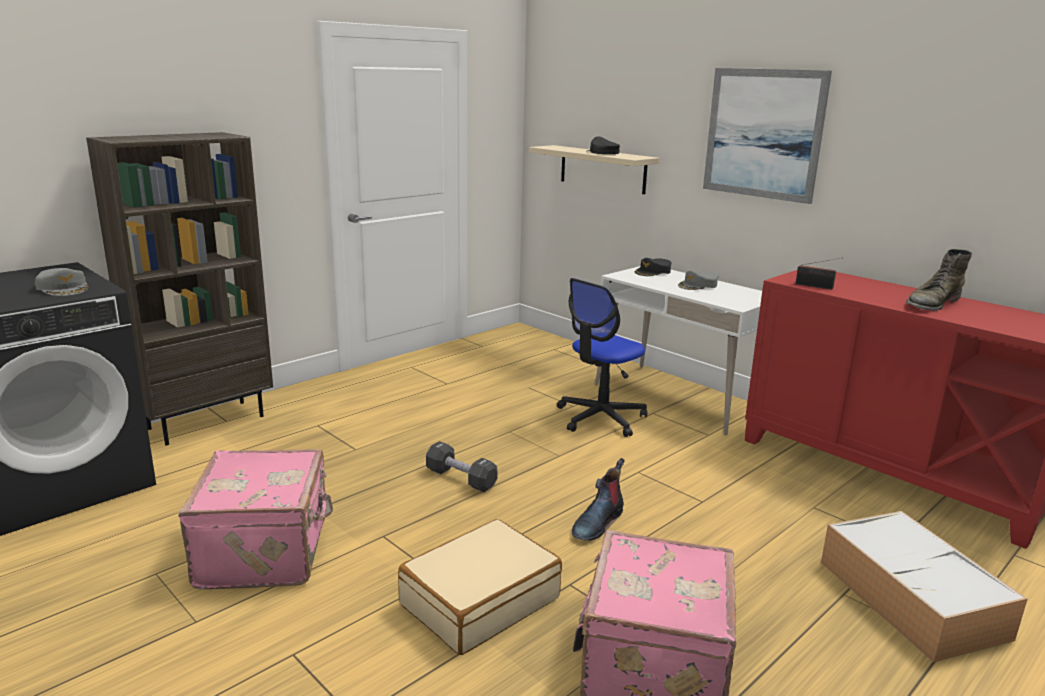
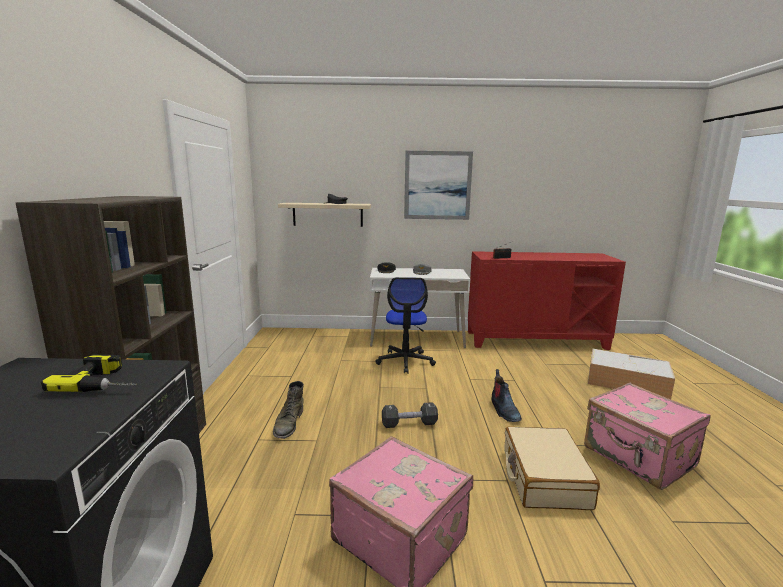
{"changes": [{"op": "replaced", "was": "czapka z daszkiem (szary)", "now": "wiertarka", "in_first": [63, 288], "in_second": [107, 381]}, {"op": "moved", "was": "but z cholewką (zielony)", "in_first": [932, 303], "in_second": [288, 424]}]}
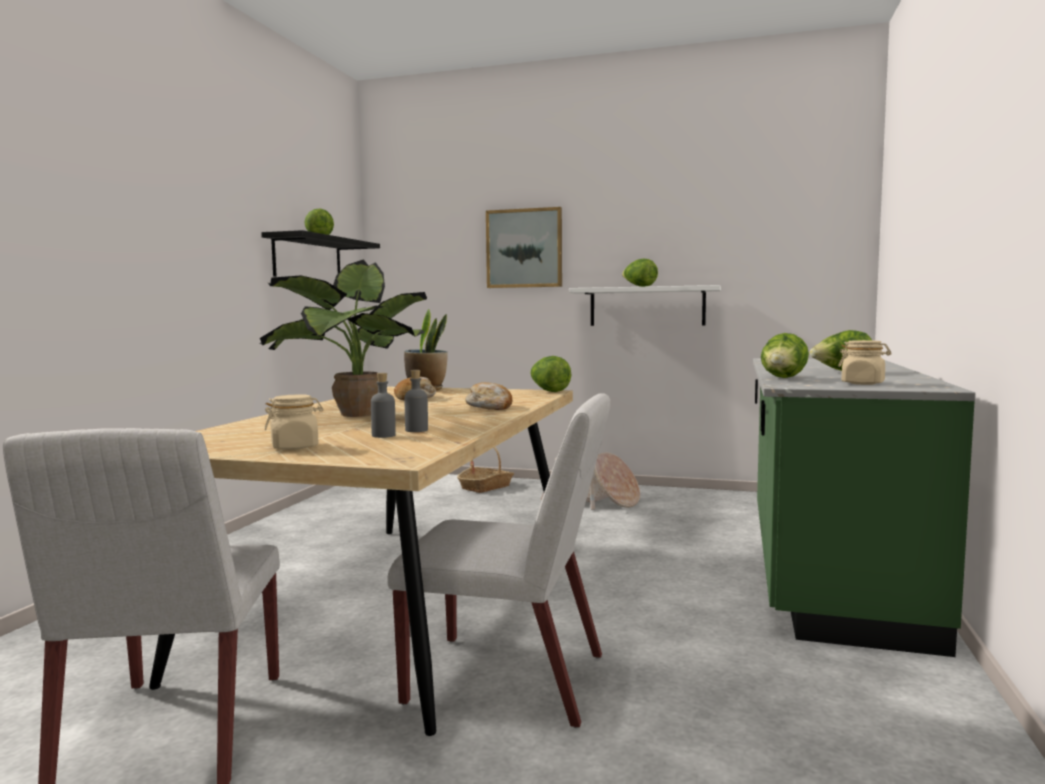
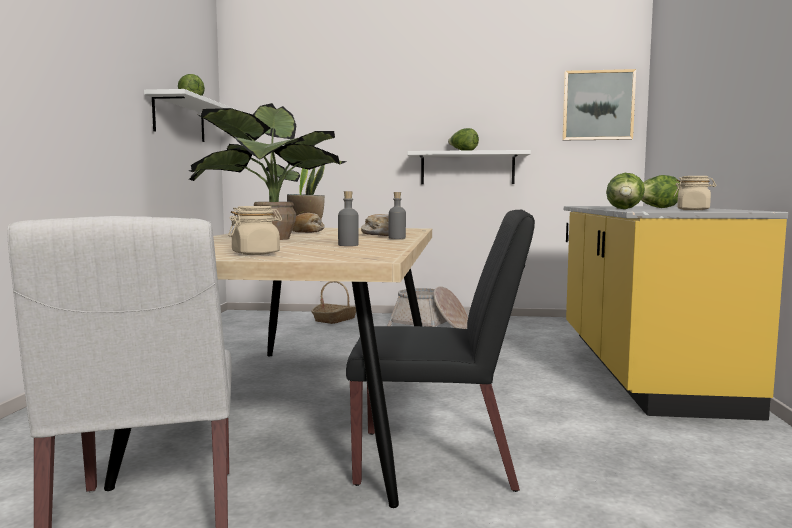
{"changes": [{"op": "recoloured", "was": "półka (czarny)", "now": "półka (biały)", "in_first": [308, 259], "in_second": [179, 119]}, {"op": "moved", "was": "butelka (szary)", "in_first": [383, 435], "in_second": [397, 238]}, {"op": "recoloured", "was": "krzesło (biały)", "now": "krzesło (czarny)", "in_first": [509, 679], "in_second": [438, 459]}, {"op": "moved", "was": "obraz", "in_first": [524, 248], "in_second": [598, 105]}, {"op": "removed", "was": "sałata", "in_first": [549, 391]}, {"op": "recoloured", "was": "zabudowa kuchenna (zielony)", "now": "zabudowa kuchenna (żółty)", "in_first": [827, 570], "in_second": [640, 367]}]}
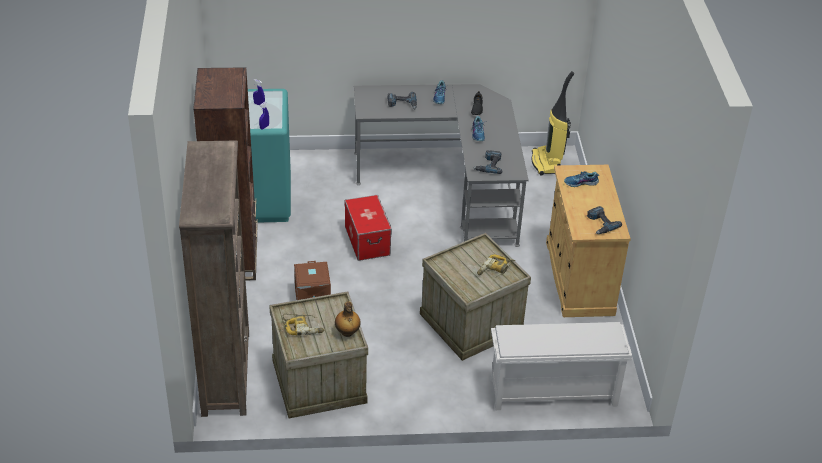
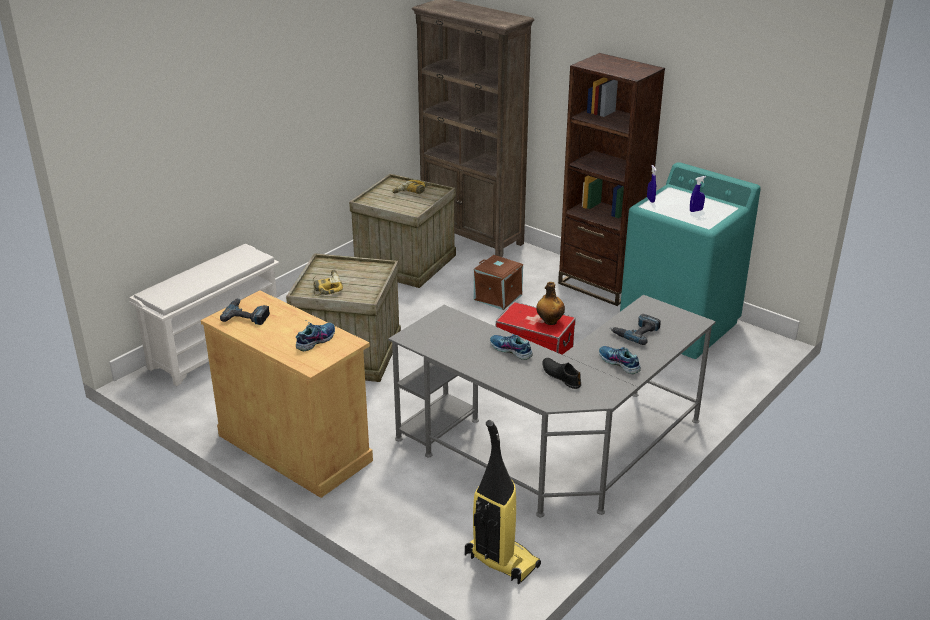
{"changes": [{"op": "moved", "was": "butelka", "in_first": [347, 333], "in_second": [549, 321]}, {"op": "removed", "was": "wiertarka", "in_first": [488, 165]}]}
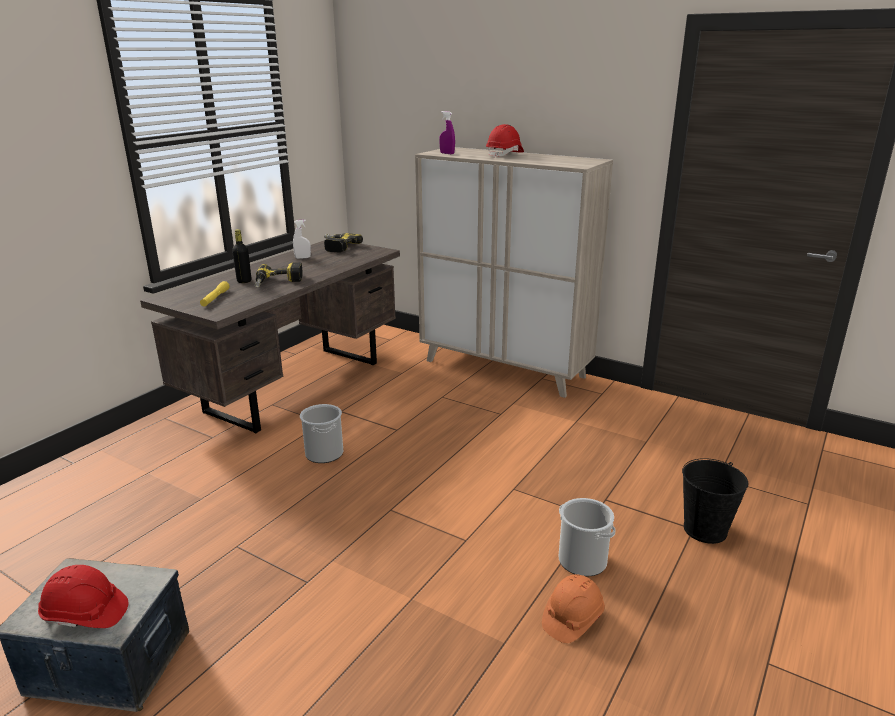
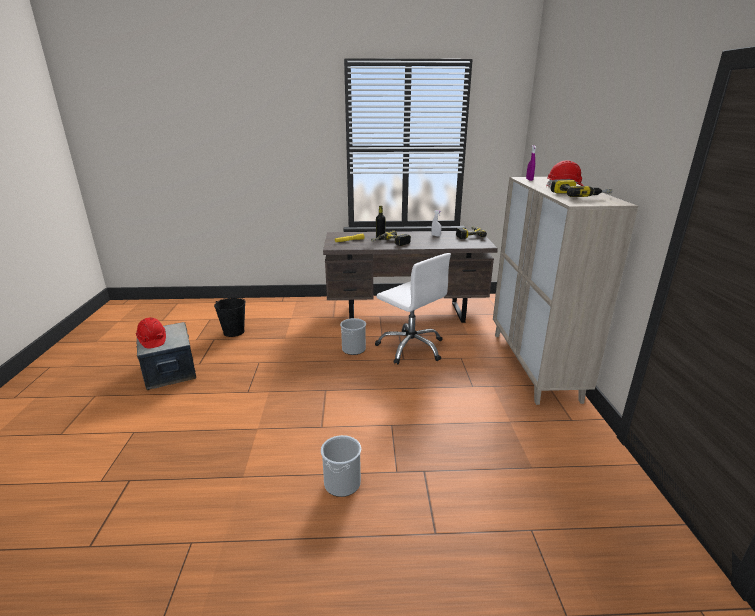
{"changes": [{"op": "removed", "was": "kask (pomarańczowy)", "in_first": [572, 618]}, {"op": "moved", "was": "wiadro (czarny)", "in_first": [705, 530], "in_second": [234, 332]}, {"op": "added", "now": "krzesło biurowe (biały)", "in_second": [411, 347]}, {"op": "added", "now": "wiertarka", "in_second": [579, 195]}]}
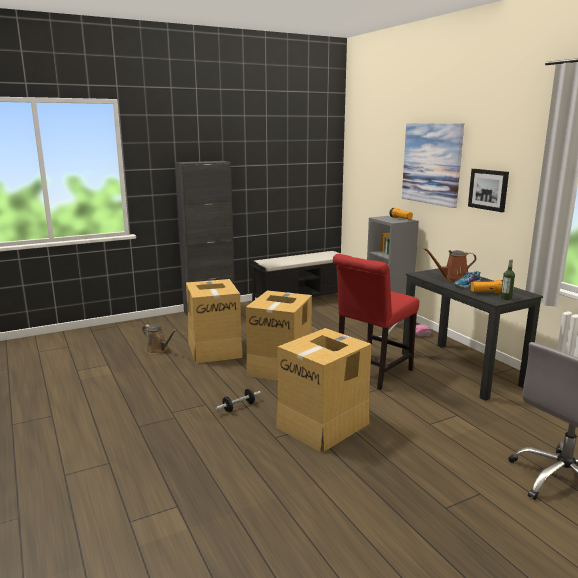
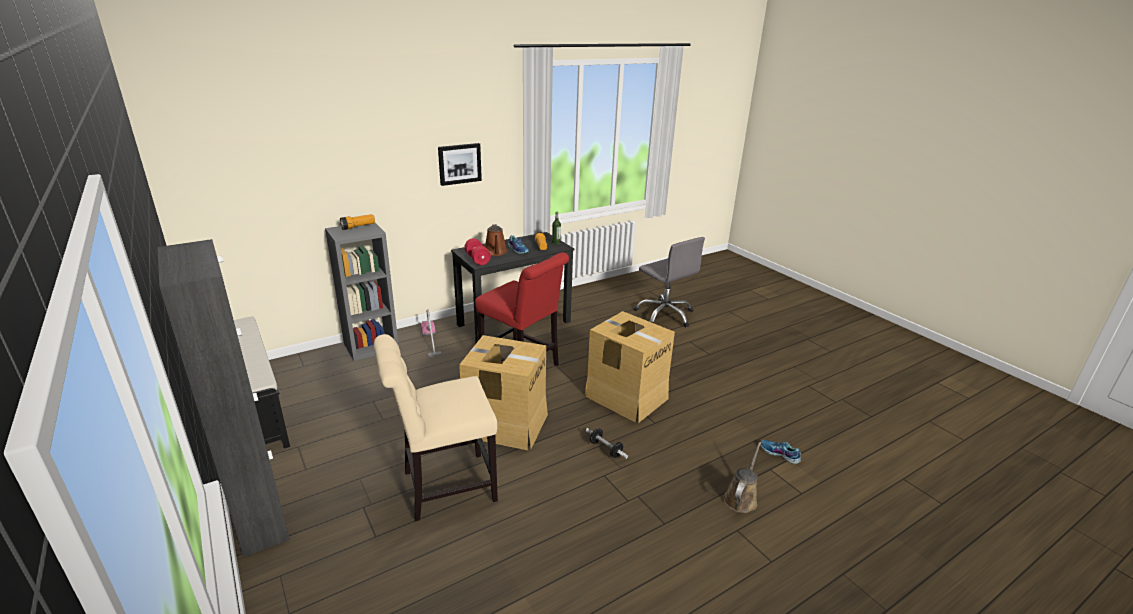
{"changes": [{"op": "moved", "was": "konewka (brązowy)", "in_first": [158, 350], "in_second": [741, 498]}, {"op": "replaced", "was": "karton", "now": "krzesło (beżowy)", "in_first": [215, 349], "in_second": [444, 487]}, {"op": "removed", "was": "obraz", "in_first": [431, 163]}, {"op": "added", "now": "hantel (czerwony)", "in_second": [477, 259]}, {"op": "added", "now": "but", "in_second": [779, 454]}]}
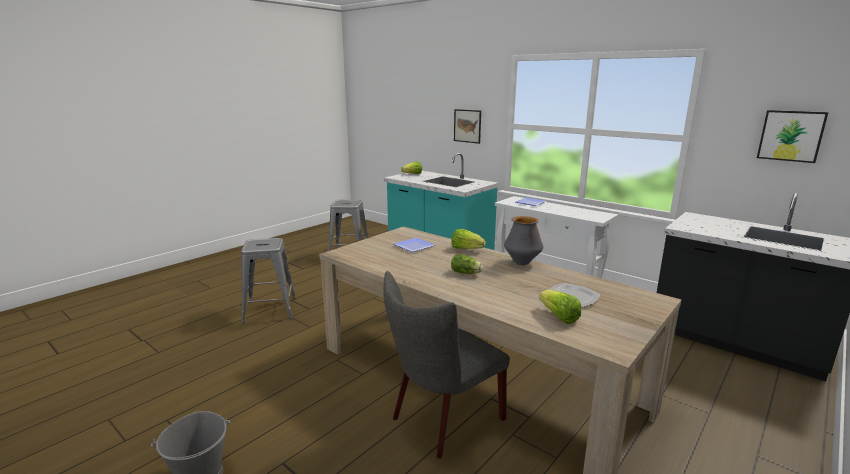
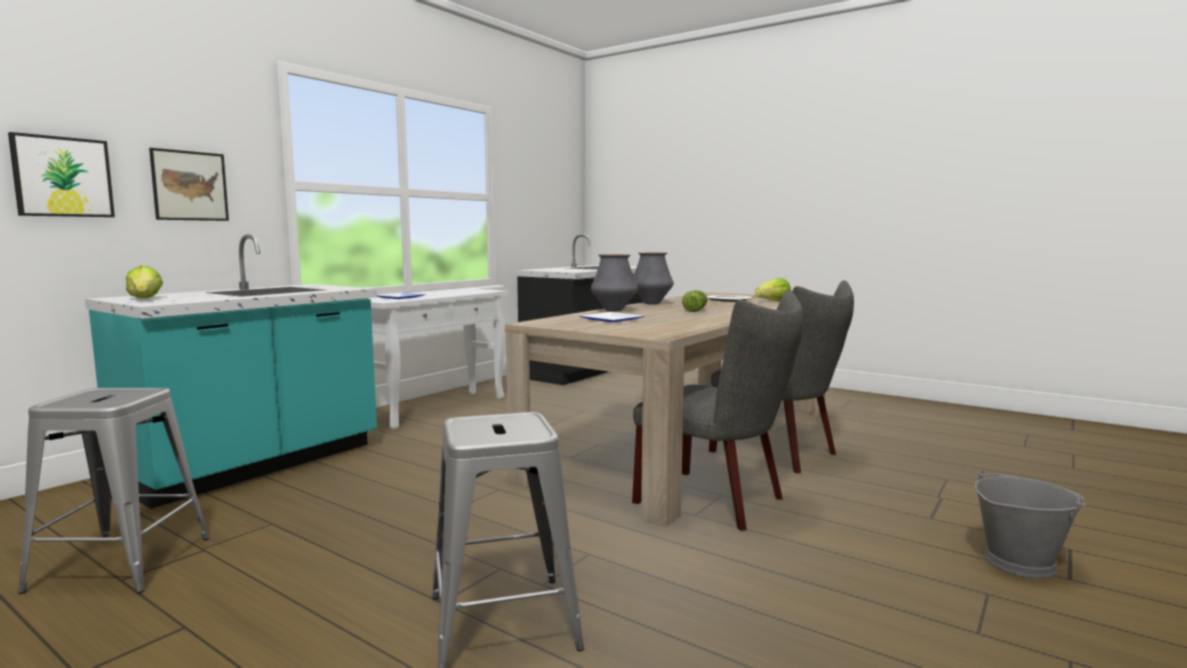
{"changes": [{"op": "replaced", "was": "sałata", "now": "wazon", "in_first": [466, 249], "in_second": [613, 310]}, {"op": "moved", "was": "obraz", "in_first": [791, 135], "in_second": [62, 177]}, {"op": "added", "now": "krzesło (szary)", "in_second": [718, 501]}]}
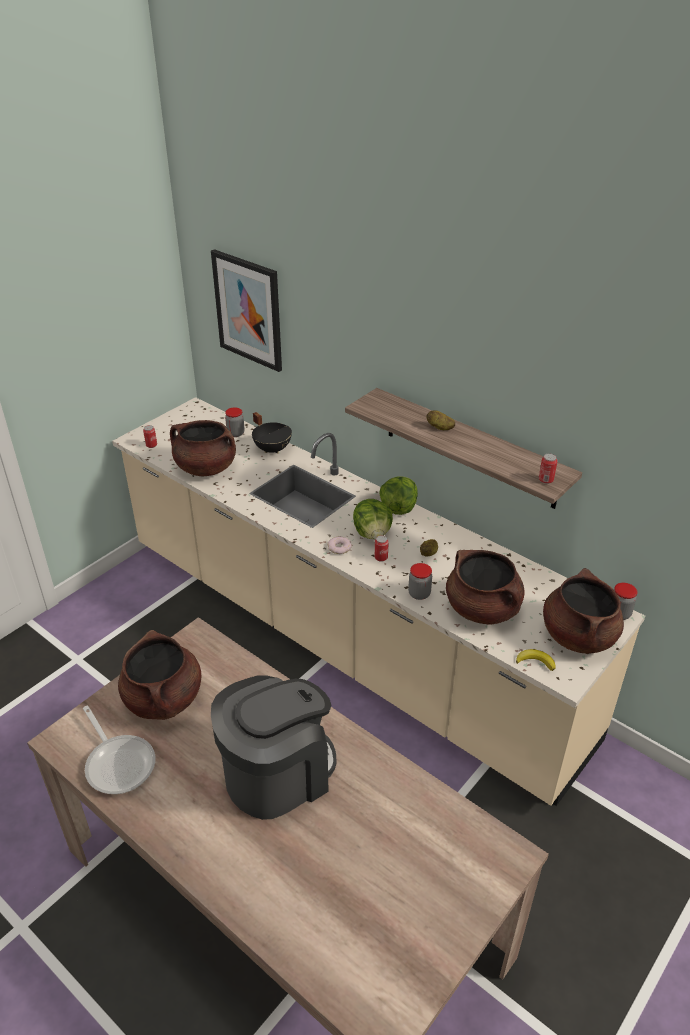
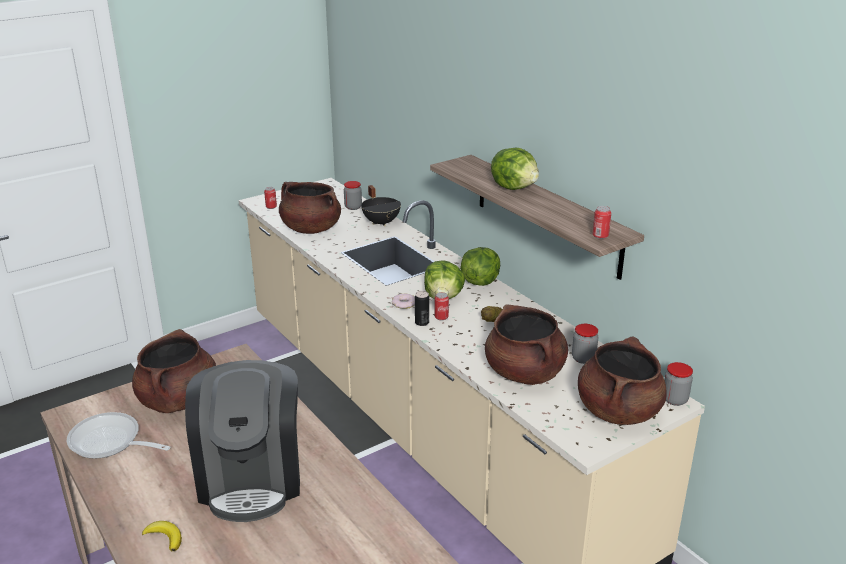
{"changes": [{"op": "turned", "was": "patelnia", "in_first": [119, 763], "in_second": [110, 442], "clockwise": 135}, {"op": "removed", "was": "obraz", "in_first": [248, 310]}, {"op": "turned", "was": "ekspres do kawy", "in_first": [277, 773], "in_second": [251, 478], "clockwise": 105}, {"op": "moved", "was": "słoik", "in_first": [419, 594], "in_second": [583, 358]}, {"op": "replaced", "was": "ziemniak", "now": "sałata", "in_first": [440, 427], "in_second": [514, 187]}, {"op": "moved", "was": "banan", "in_first": [535, 661], "in_second": [165, 537]}, {"op": "added", "now": "puszka", "in_second": [422, 322]}]}
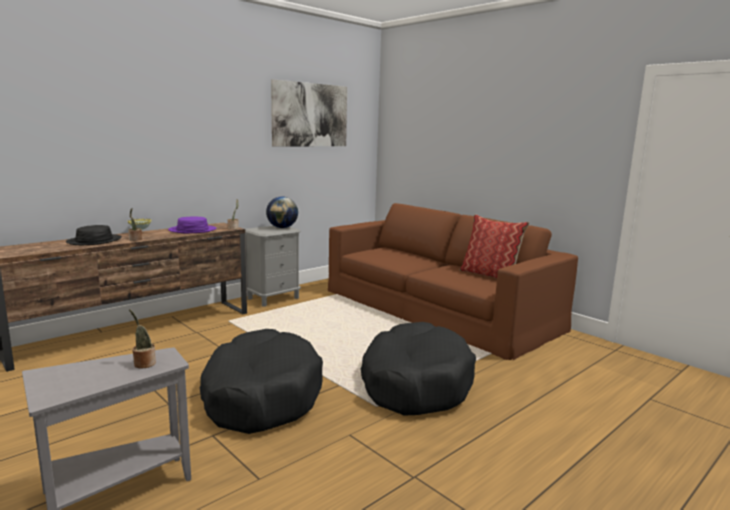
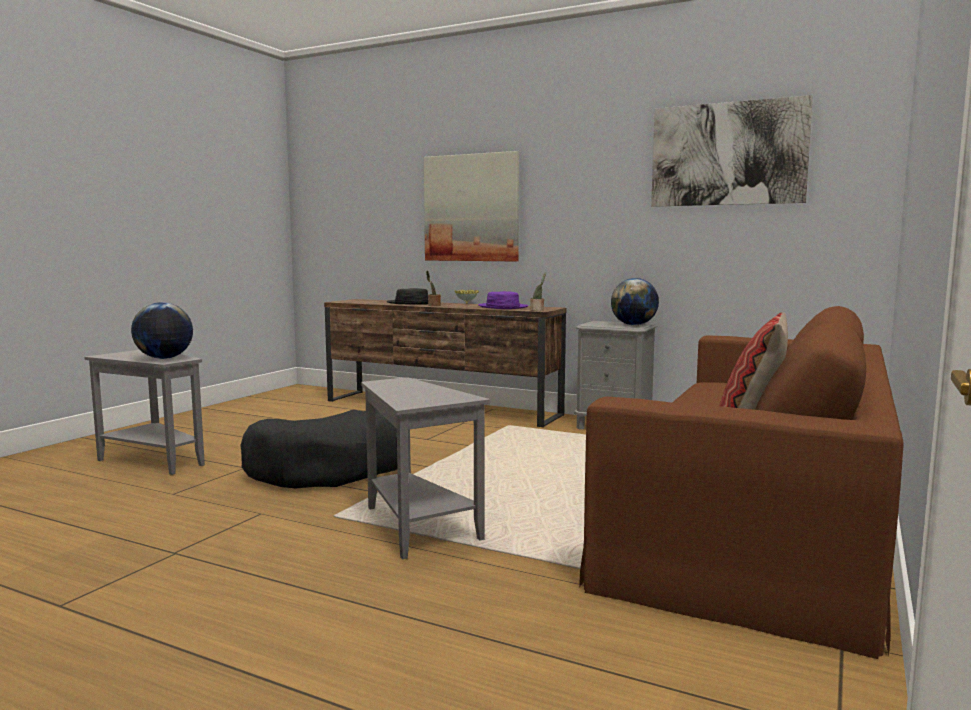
{"changes": [{"op": "replaced", "was": "roślina doniczkowa", "now": "globus", "in_first": [143, 363], "in_second": [164, 358]}, {"op": "replaced", "was": "legowisko (czarny)", "now": "stolik (szary)", "in_first": [415, 383], "in_second": [417, 528]}, {"op": "added", "now": "obraz", "in_second": [471, 208]}]}
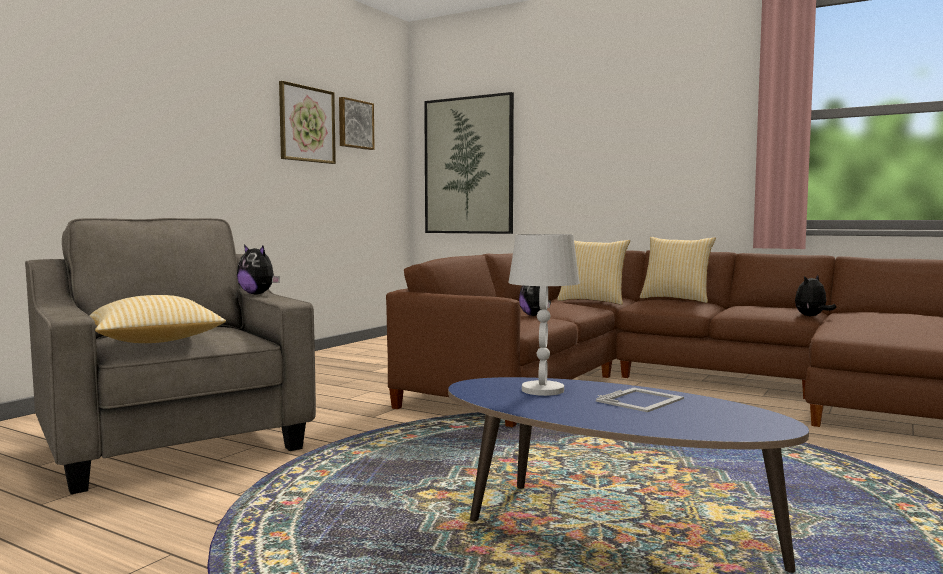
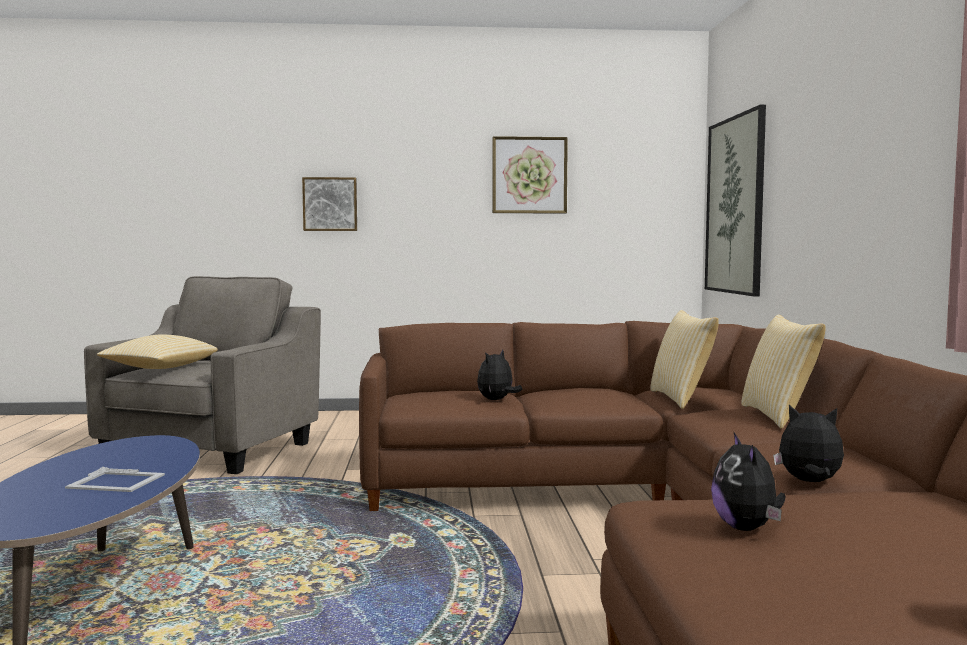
{"changes": [{"op": "moved", "was": "pluszak", "in_first": [258, 294], "in_second": [747, 528]}, {"op": "moved", "was": "obraz", "in_first": [355, 124], "in_second": [330, 204]}, {"op": "removed", "was": "lampa stołowa (biały)", "in_first": [543, 390]}]}
